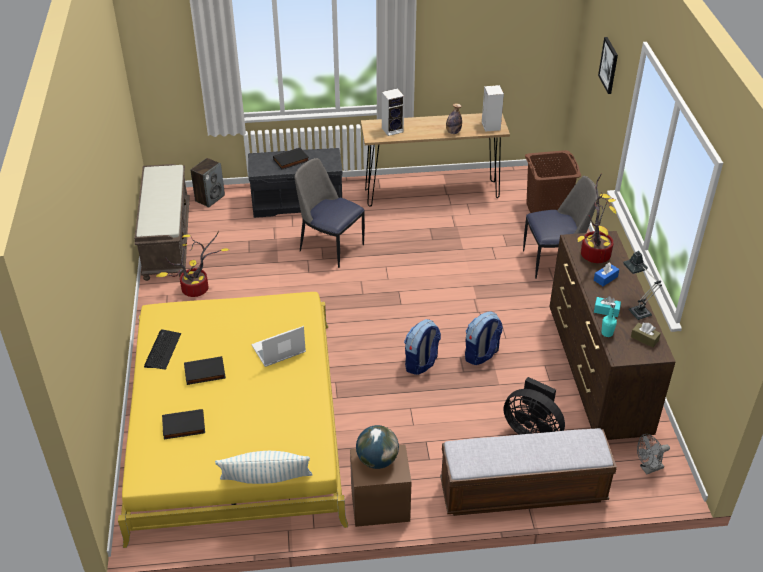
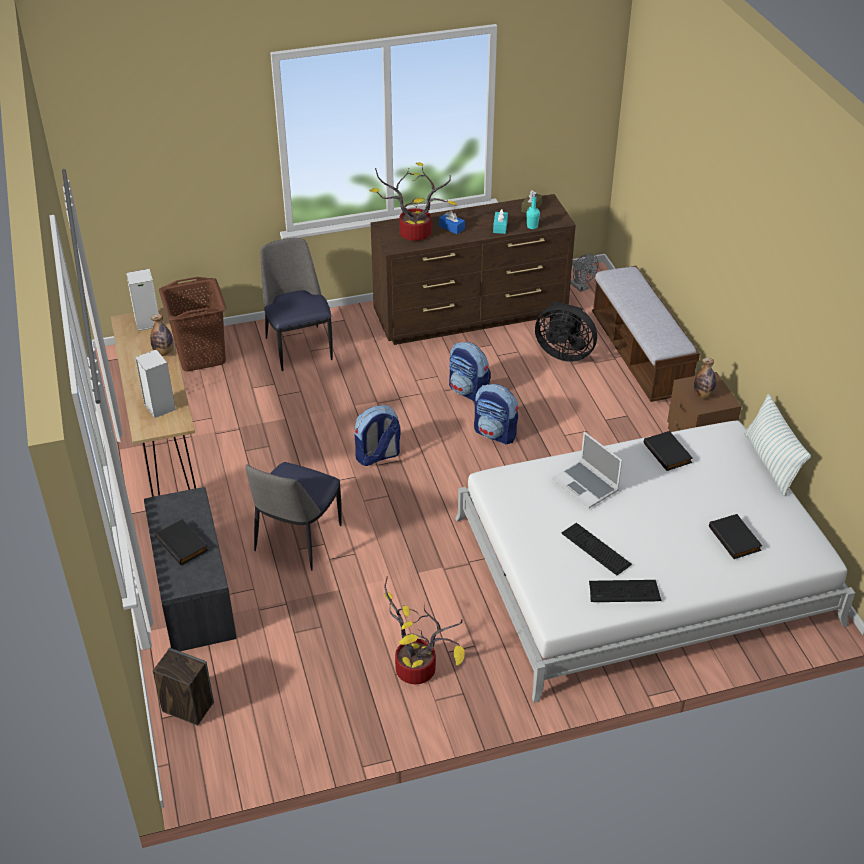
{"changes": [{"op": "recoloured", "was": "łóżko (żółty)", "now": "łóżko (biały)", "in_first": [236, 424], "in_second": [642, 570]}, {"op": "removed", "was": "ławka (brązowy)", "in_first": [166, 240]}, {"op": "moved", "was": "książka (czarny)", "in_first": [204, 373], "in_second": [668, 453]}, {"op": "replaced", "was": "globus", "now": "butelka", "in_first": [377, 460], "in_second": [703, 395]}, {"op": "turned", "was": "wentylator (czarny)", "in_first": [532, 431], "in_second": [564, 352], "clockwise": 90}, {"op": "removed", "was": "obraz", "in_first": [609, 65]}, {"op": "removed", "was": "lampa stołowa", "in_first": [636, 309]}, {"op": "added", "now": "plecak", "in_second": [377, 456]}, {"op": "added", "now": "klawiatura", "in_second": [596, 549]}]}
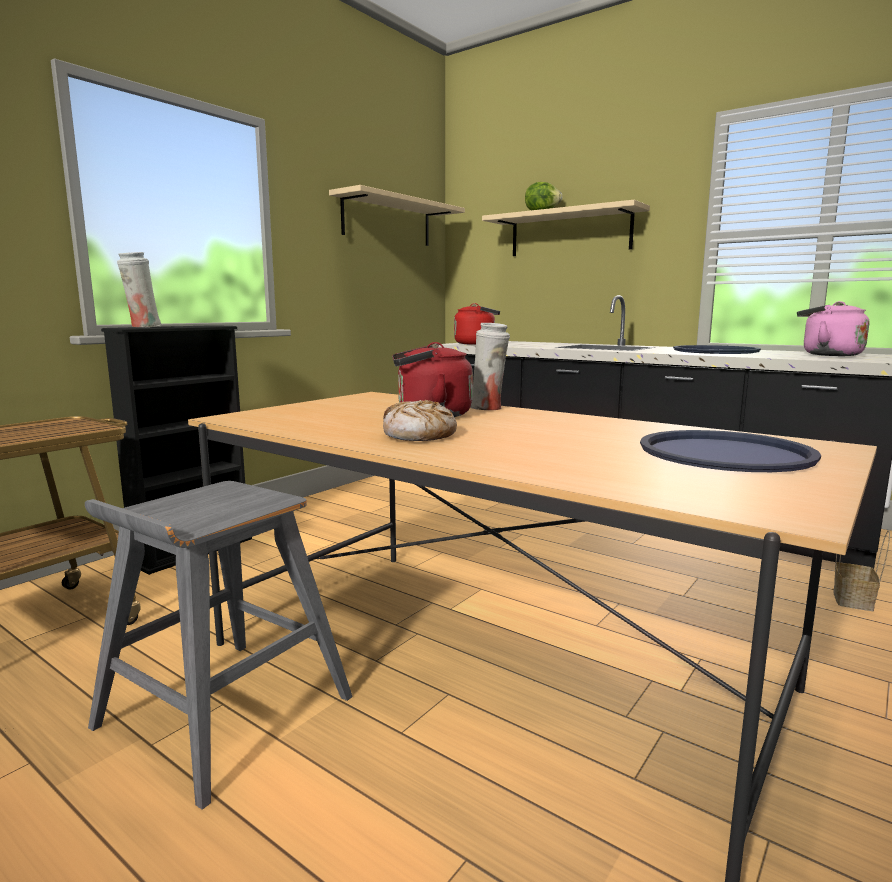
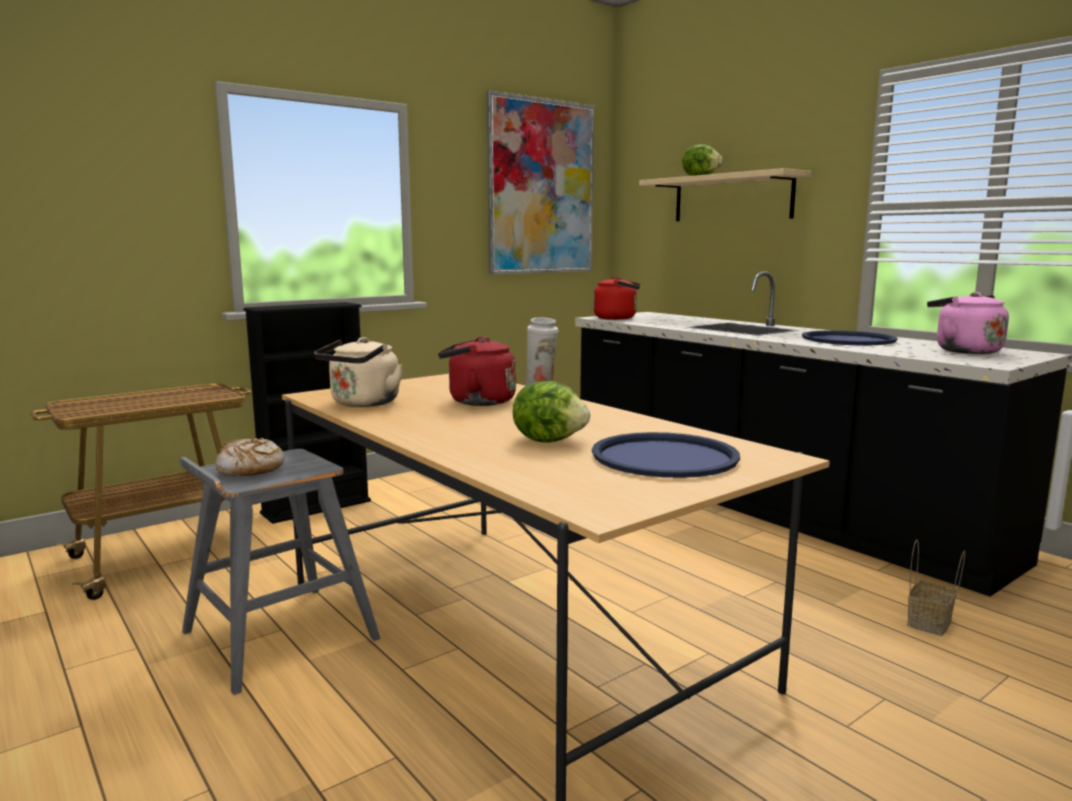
{"changes": [{"op": "removed", "was": "wazon (biały)", "in_first": [143, 327]}, {"op": "replaced", "was": "półka (beżowy)", "now": "obraz", "in_first": [387, 221], "in_second": [541, 187]}, {"op": "moved", "was": "chleb", "in_first": [419, 435], "in_second": [250, 469]}, {"op": "added", "now": "czajnik (beżowy)", "in_second": [363, 404]}, {"op": "added", "now": "sałata", "in_second": [550, 440]}]}
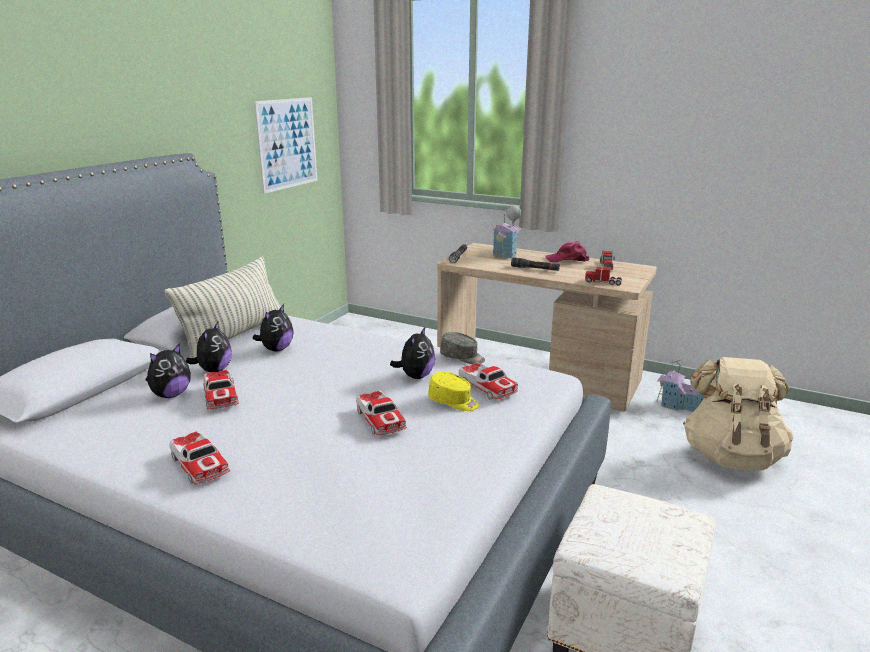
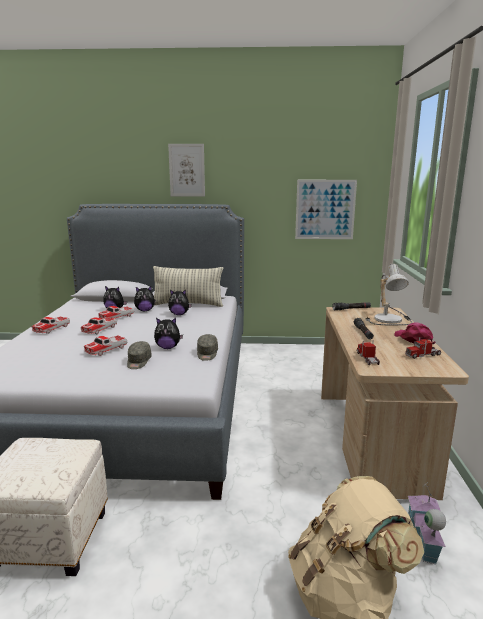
{"changes": [{"op": "recoloured", "was": "czapka z daszkiem (żółty)", "now": "czapka z daszkiem (szary)", "in_first": [453, 401], "in_second": [138, 362]}, {"op": "moved", "was": "samochodzik", "in_first": [487, 387], "in_second": [99, 329]}, {"op": "replaced", "was": "domek", "now": "lampa stołowa", "in_first": [507, 253], "in_second": [391, 319]}, {"op": "added", "now": "obraz", "in_second": [187, 170]}]}
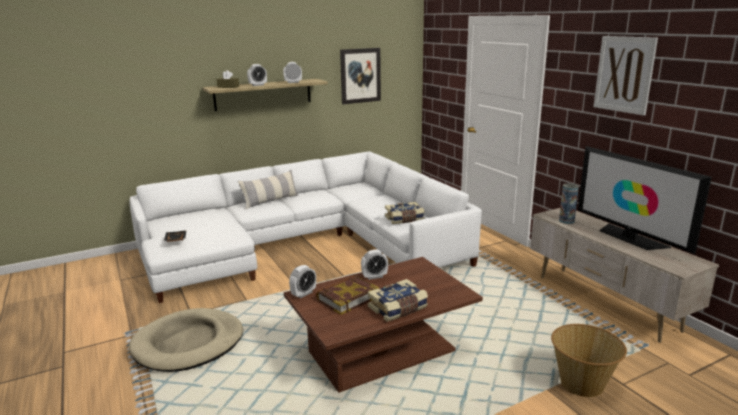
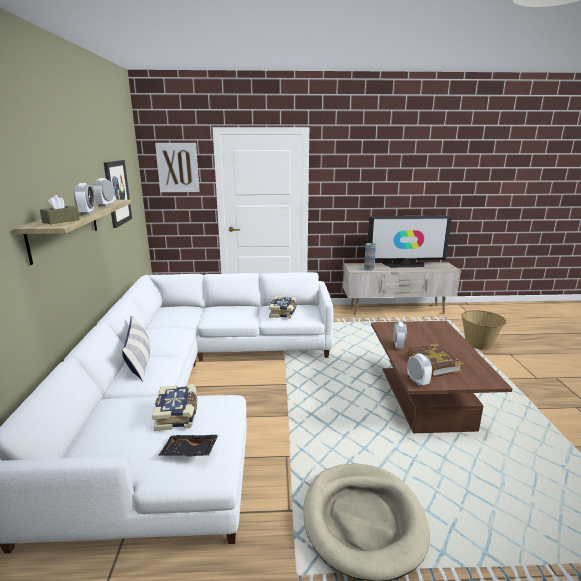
{"changes": [{"op": "moved", "was": "książka", "in_first": [398, 309], "in_second": [178, 414]}, {"op": "moved", "was": "obraz", "in_first": [624, 74], "in_second": [178, 167]}]}
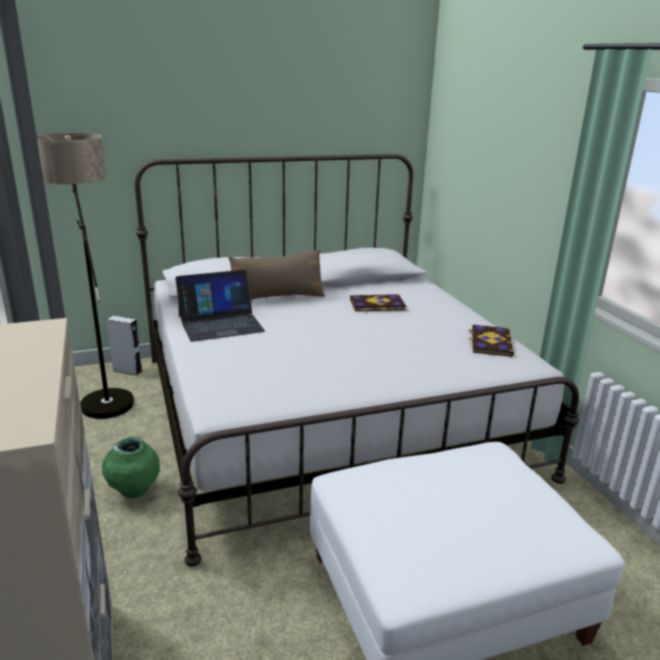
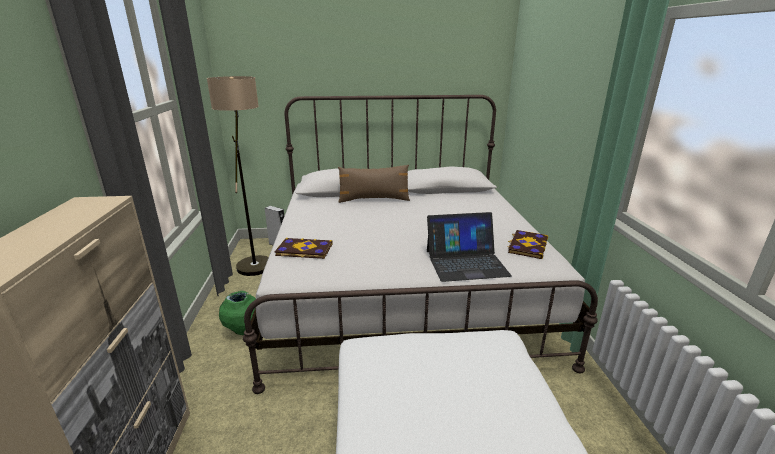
{"changes": [{"op": "moved", "was": "laptop", "in_first": [220, 323], "in_second": [466, 262]}, {"op": "moved", "was": "książka", "in_first": [377, 305], "in_second": [304, 250]}]}
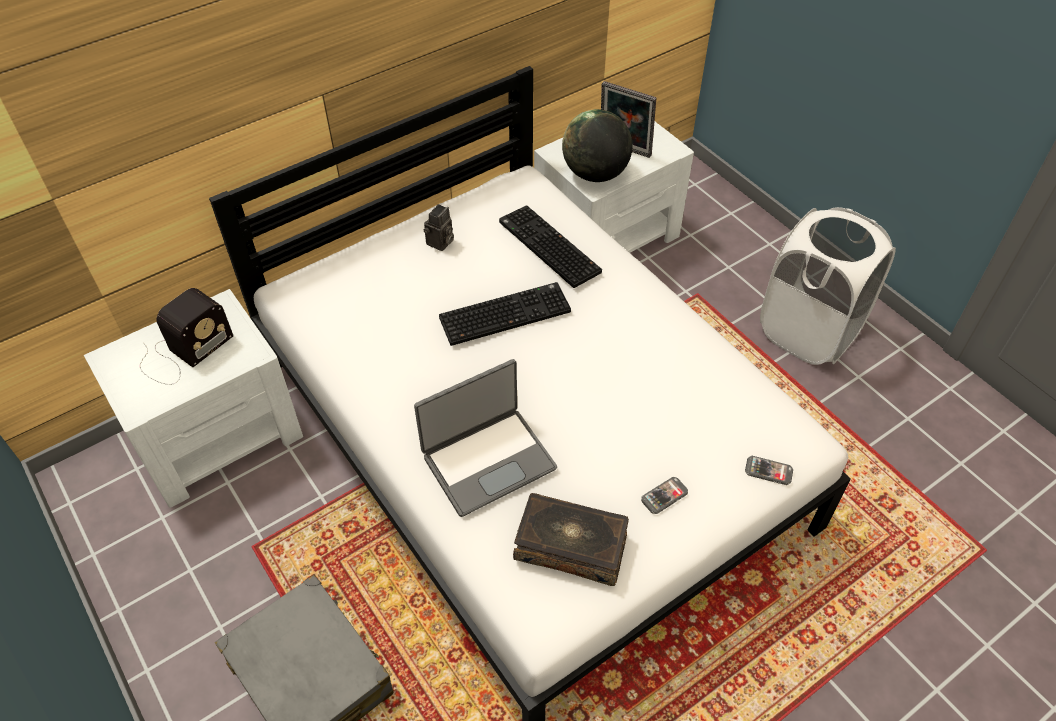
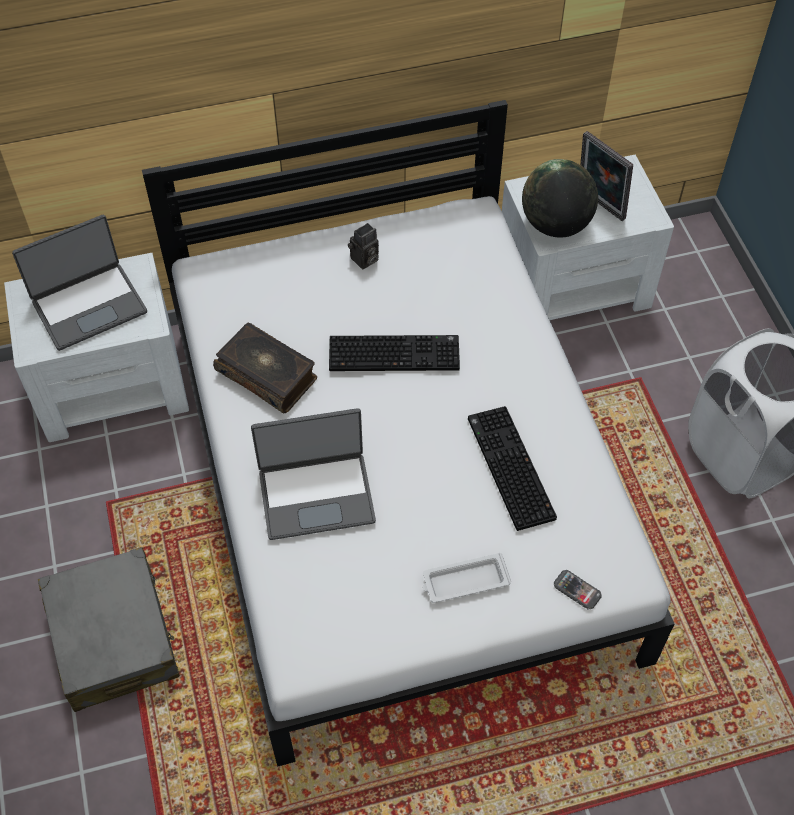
{"changes": [{"op": "replaced", "was": "radio", "now": "laptop", "in_first": [183, 353], "in_second": [89, 306]}, {"op": "moved", "was": "klawiatura", "in_first": [546, 247], "in_second": [508, 467]}, {"op": "moved", "was": "książka", "in_first": [571, 545], "in_second": [267, 374]}, {"op": "replaced", "was": "telefon", "now": "taca (biały)", "in_first": [664, 496], "in_second": [464, 581]}]}
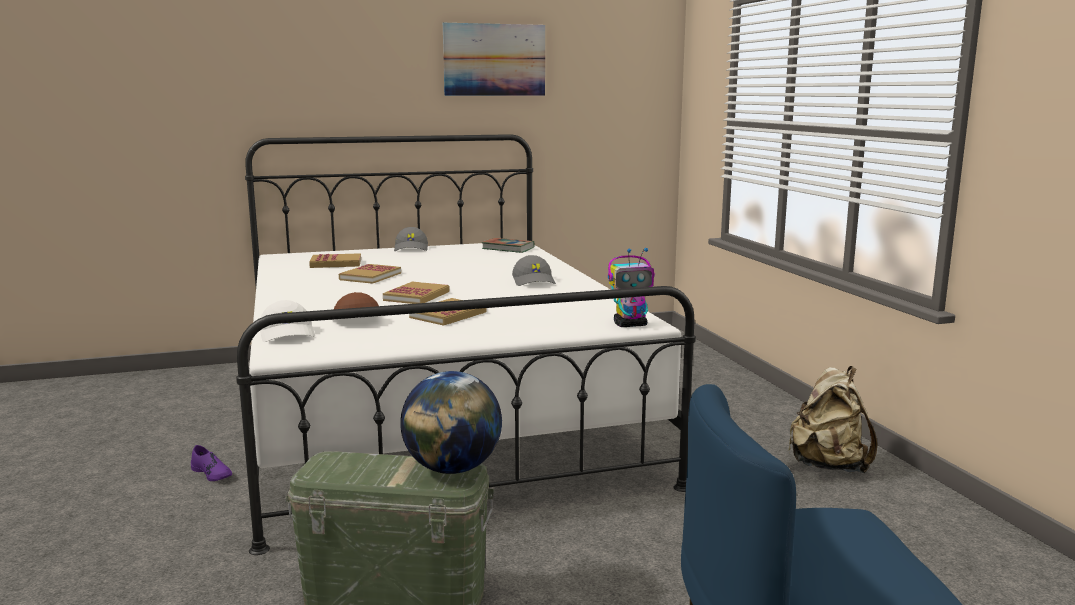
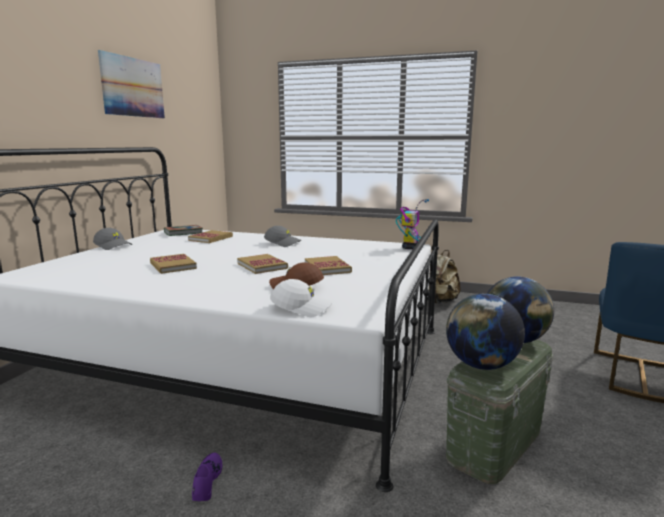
{"changes": [{"op": "turned", "was": "but (fioletowy)", "in_first": [212, 473], "in_second": [206, 481], "clockwise": -75}, {"op": "moved", "was": "książka", "in_first": [336, 263], "in_second": [210, 238]}, {"op": "added", "now": "globus", "in_second": [481, 365]}]}
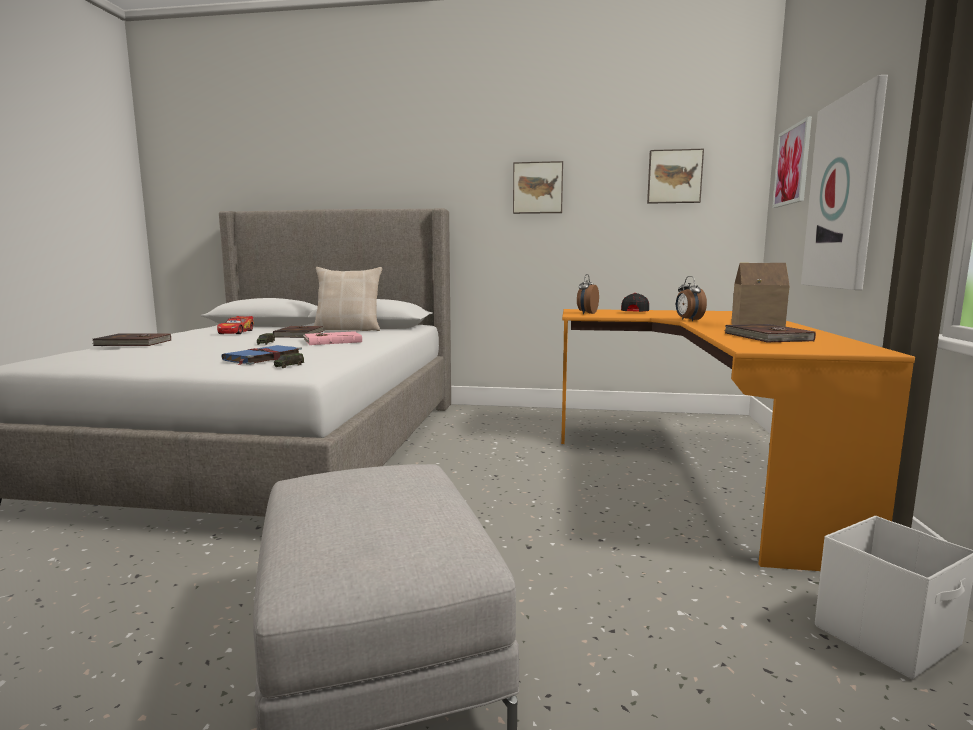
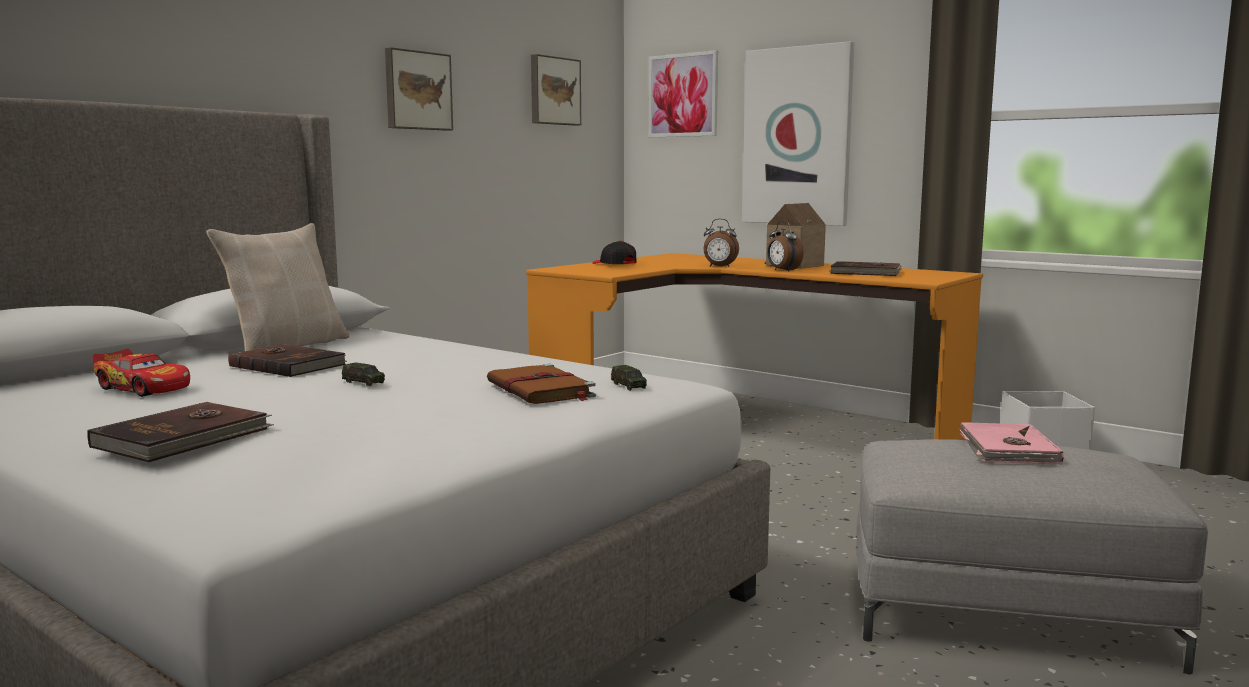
{"changes": [{"op": "recoloured", "was": "książka (niebieski)", "now": "książka (brązowy)", "in_first": [262, 358], "in_second": [541, 390]}, {"op": "moved", "was": "książka (różowy)", "in_first": [332, 341], "in_second": [1006, 449]}, {"op": "moved", "was": "budzik", "in_first": [586, 313], "in_second": [783, 270]}]}
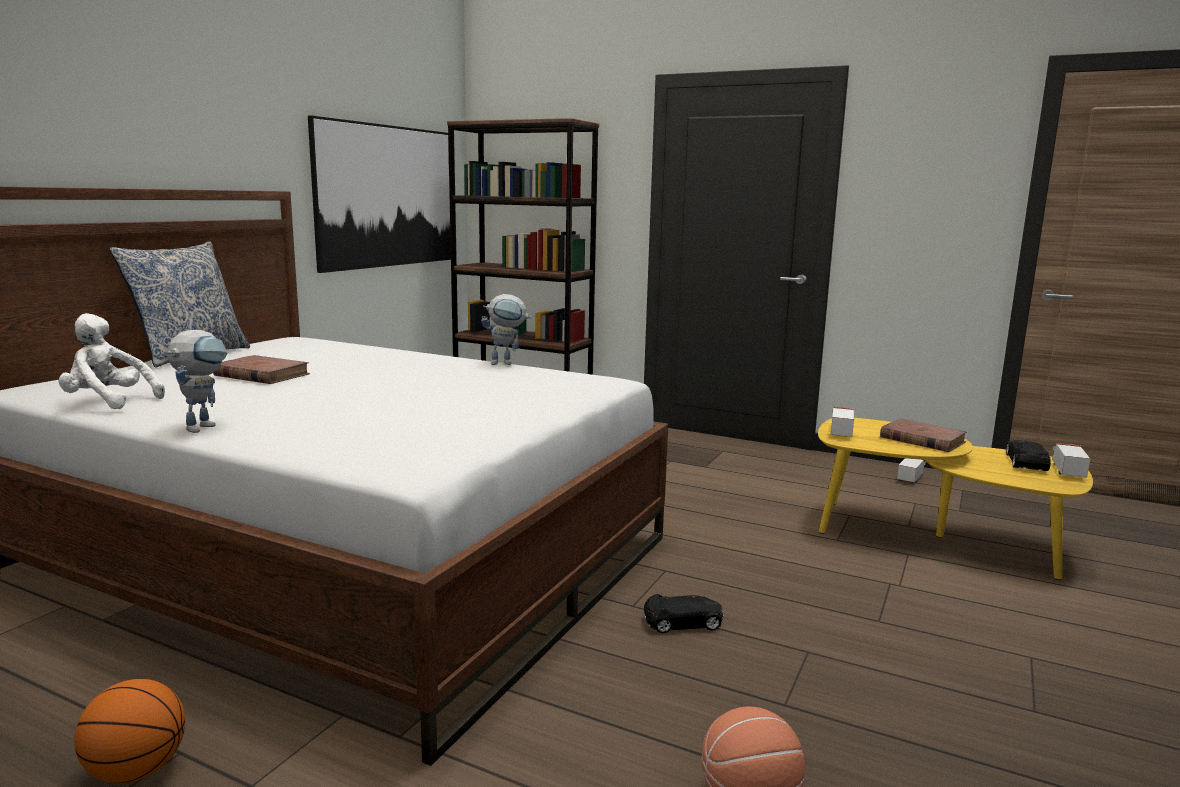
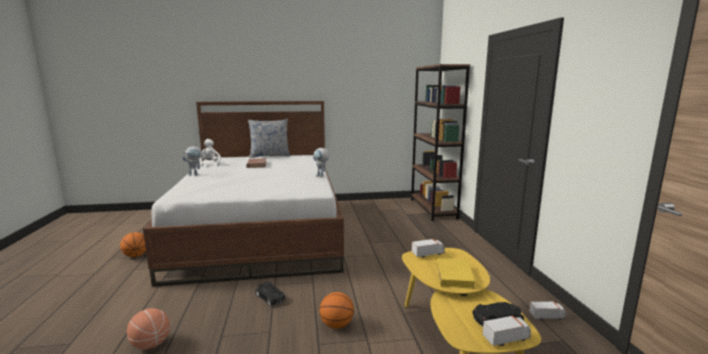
{"changes": [{"op": "removed", "was": "obraz", "in_first": [387, 196]}, {"op": "recoloured", "was": "książka (brązowy)", "now": "książka (żółty)", "in_first": [921, 439], "in_second": [454, 275]}, {"op": "added", "now": "piłka do koszykówki", "in_second": [336, 325]}]}
